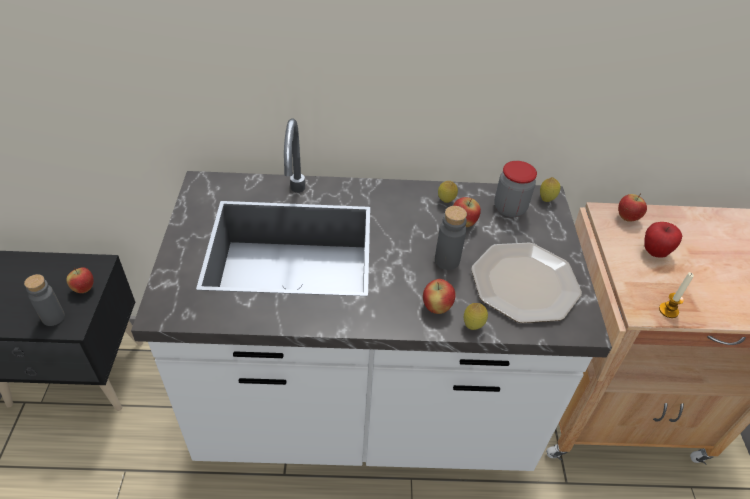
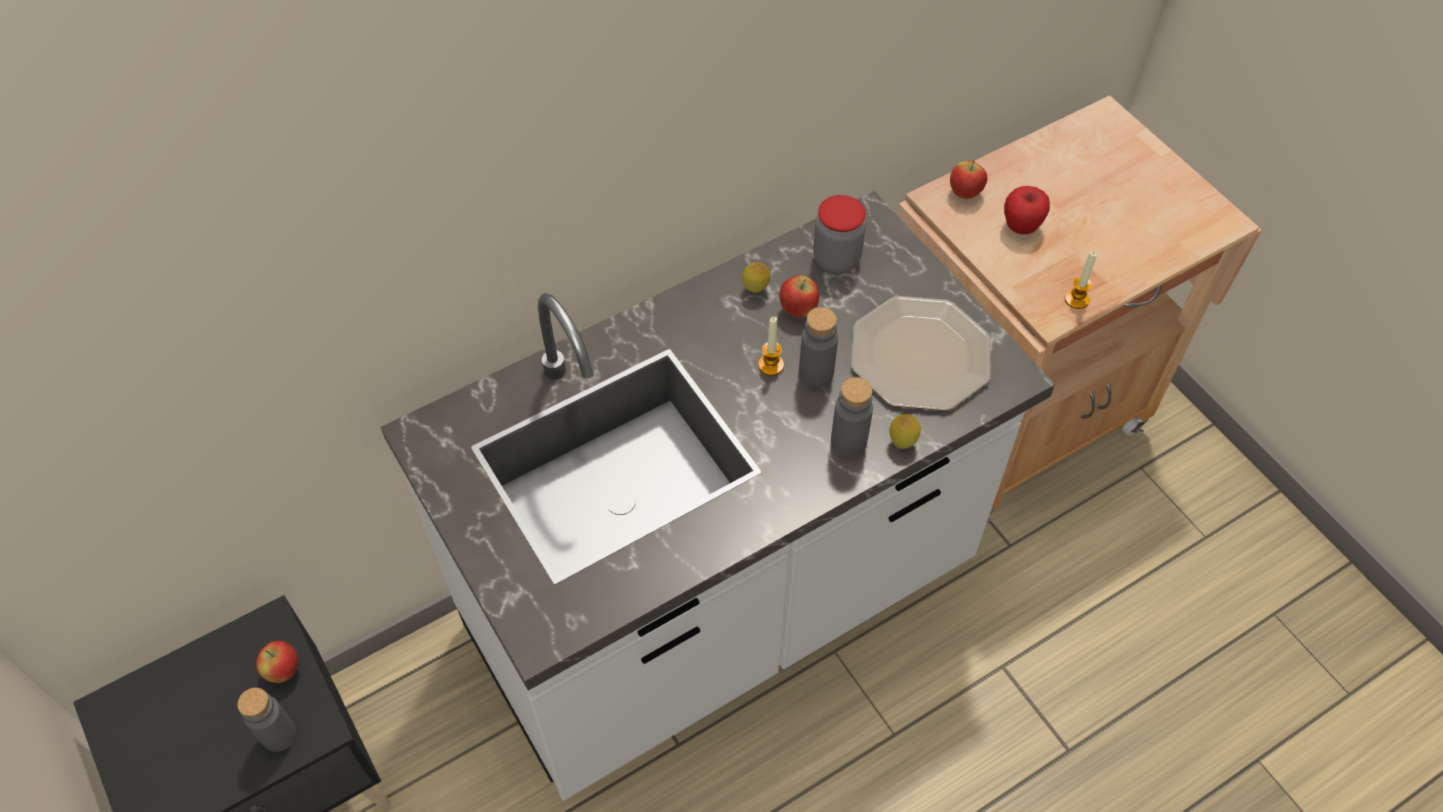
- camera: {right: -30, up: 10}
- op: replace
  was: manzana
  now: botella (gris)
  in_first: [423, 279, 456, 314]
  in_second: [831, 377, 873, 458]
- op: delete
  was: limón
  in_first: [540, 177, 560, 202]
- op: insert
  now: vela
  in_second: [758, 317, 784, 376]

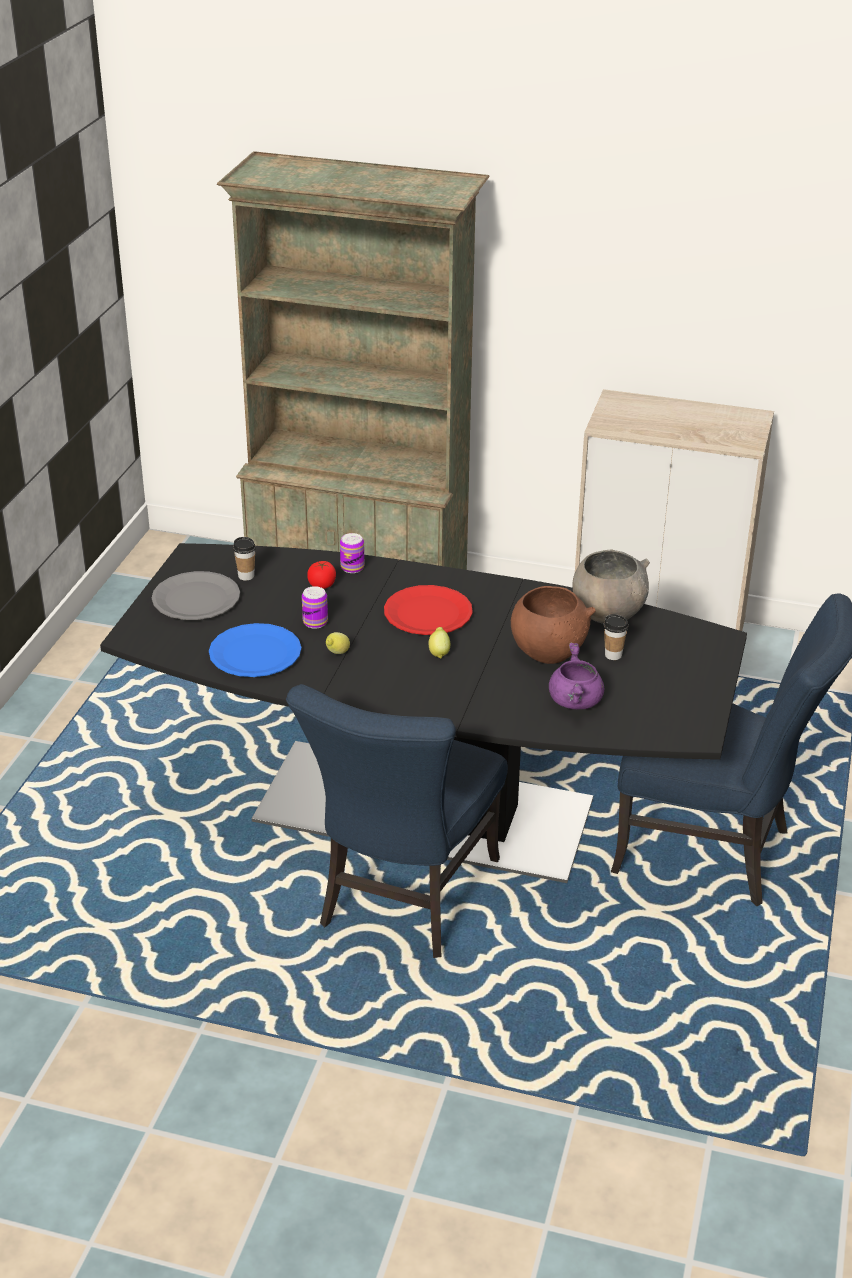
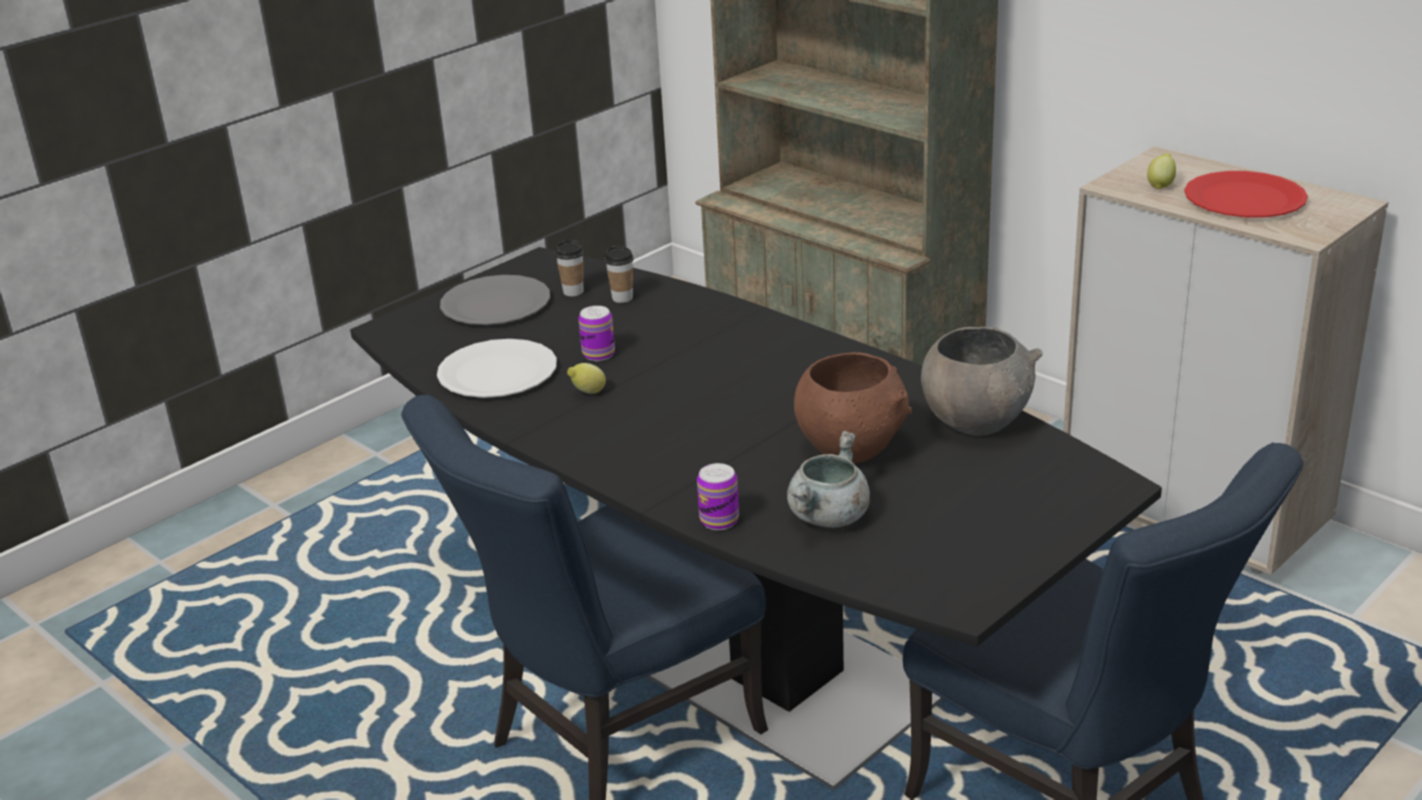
- camera: {right: 30, up: -5}
- op: recolor
  was: plato (azul)
  now: plato (blanco)
  in_first: [209, 623, 301, 677]
  in_second: [437, 339, 557, 398]
- op: delete
  was: tomate
  in_first: [307, 561, 336, 589]
- op: move
  was: lata
  in_first: [340, 533, 364, 573]
  in_second: [697, 463, 739, 530]
- op: move
  was: plato (rojo)
  in_first: [384, 585, 473, 635]
  in_second: [1184, 171, 1308, 217]
- op: move
  was: limón
  in_first: [428, 627, 450, 658]
  in_second: [1147, 153, 1176, 189]
- op: recolor
  was: olla (morado)
  now: olla (gris)
  in_first: [549, 643, 604, 709]
  in_second: [787, 431, 870, 528]
- op: move
  was: taza
  in_first: [604, 614, 628, 660]
  in_second: [605, 246, 634, 303]

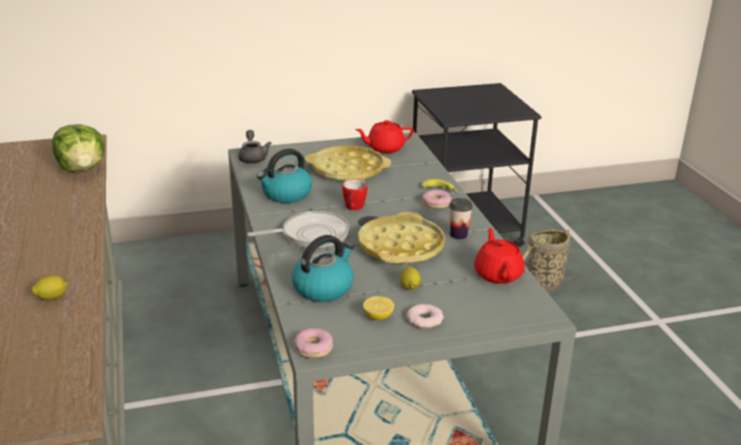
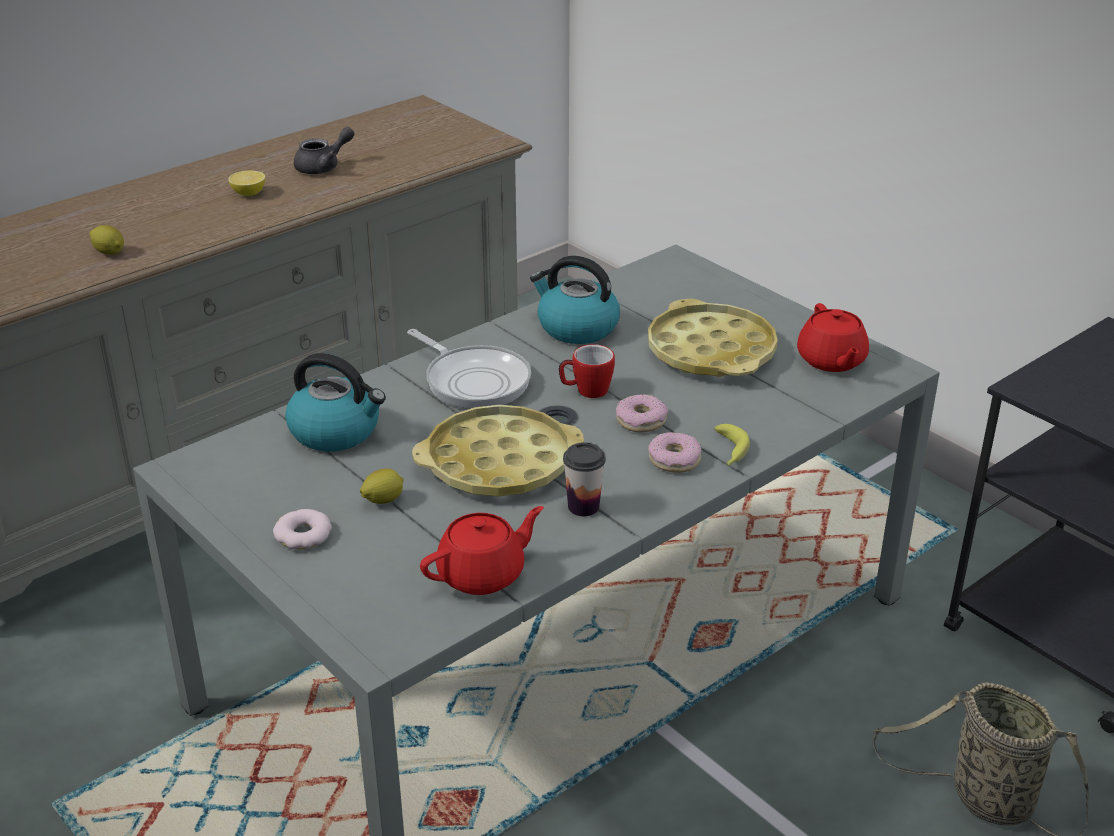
- camera: {right: 65, up: 5}
- op: delete
  was: lechuga
  in_first: [52, 124, 105, 173]
- op: move
  was: tetera (gris)
  in_first: [238, 130, 271, 164]
  in_second: [294, 127, 355, 174]
- op: move
  was: rosquilla
  in_first: [294, 328, 333, 358]
  in_second: [616, 394, 668, 432]
- op: rotate
  was: tetera (rojo)
  in_first: [355, 120, 414, 153]
  in_second: [797, 303, 869, 372]
  clockwise: -150
- op: move
  was: limón
  in_first: [363, 296, 394, 320]
  in_second: [228, 170, 265, 196]

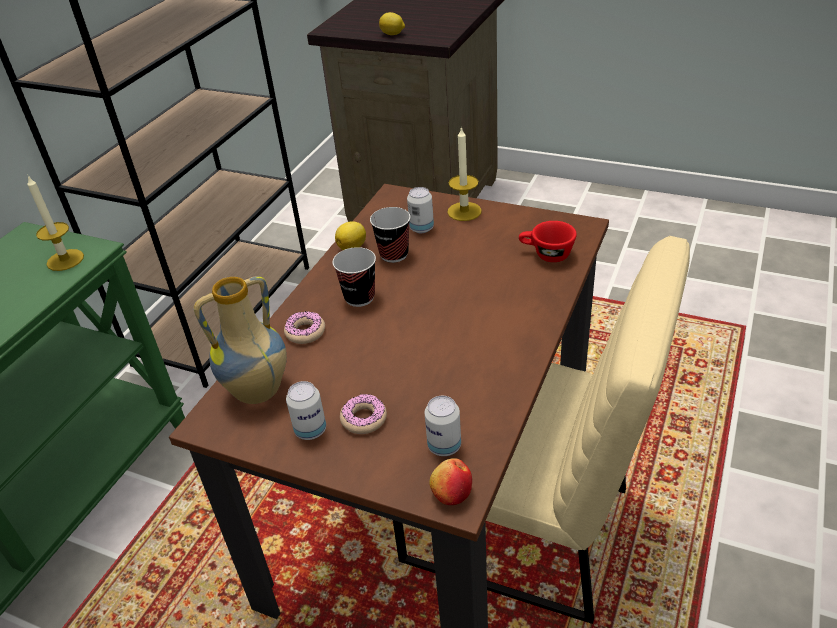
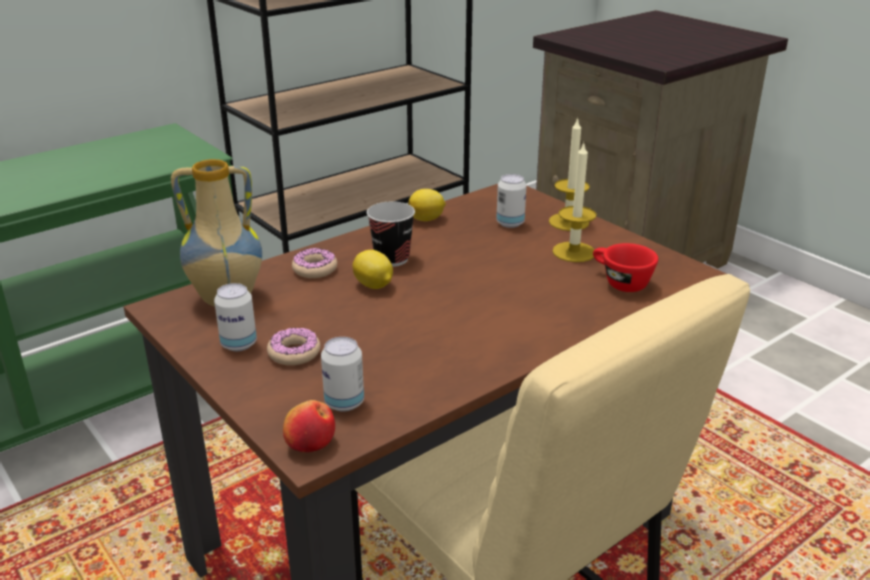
- camera: {right: 25, up: -10}
- op: move
  was: vela
  in_first: [27, 176, 84, 271]
  in_second: [552, 141, 596, 262]
- op: delete
  was: taza
  in_first: [370, 207, 410, 263]
- op: move
  was: limón
  in_first: [379, 12, 405, 35]
  in_second: [352, 250, 393, 289]

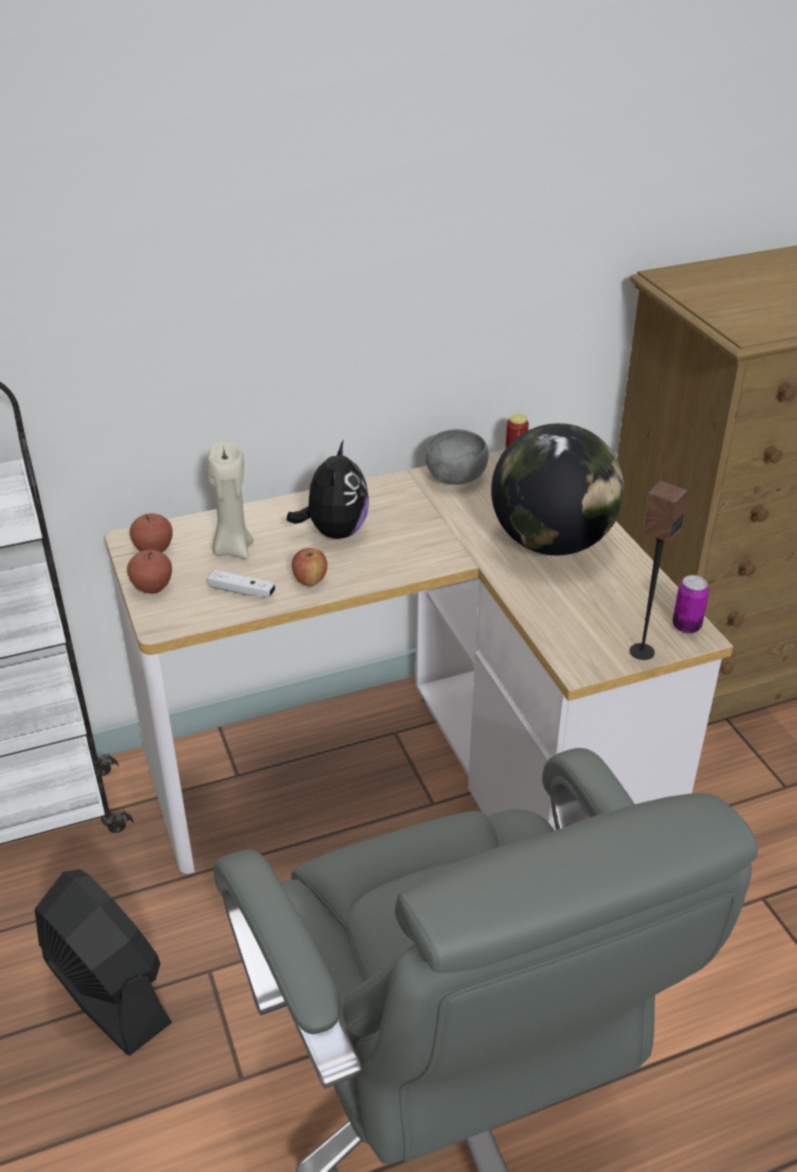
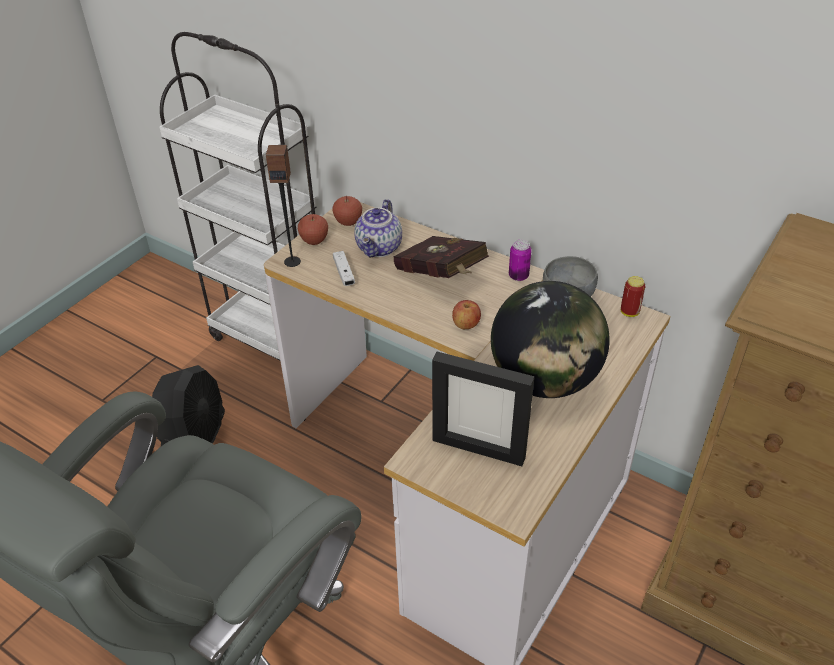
- camera: {right: 55, up: 5}
- op: replace
  was: vela (beis)
  now: tetera
  in_first: [207, 441, 253, 559]
  in_second: [354, 199, 402, 257]
- op: replace
  was: peluche
  now: libro (rojo)
  in_first: [287, 440, 369, 539]
  in_second: [393, 236, 489, 278]
- op: move
  was: manzana
  in_first: [292, 548, 327, 586]
  in_second: [452, 300, 481, 329]
- op: move
  was: altavoz
  in_first: [629, 481, 688, 660]
  in_second: [266, 145, 301, 267]
- op: move
  was: lata
  in_first: [672, 575, 709, 634]
  in_second: [509, 240, 532, 281]
- op: insert
  now: portarretratos
  in_second: [432, 352, 535, 466]

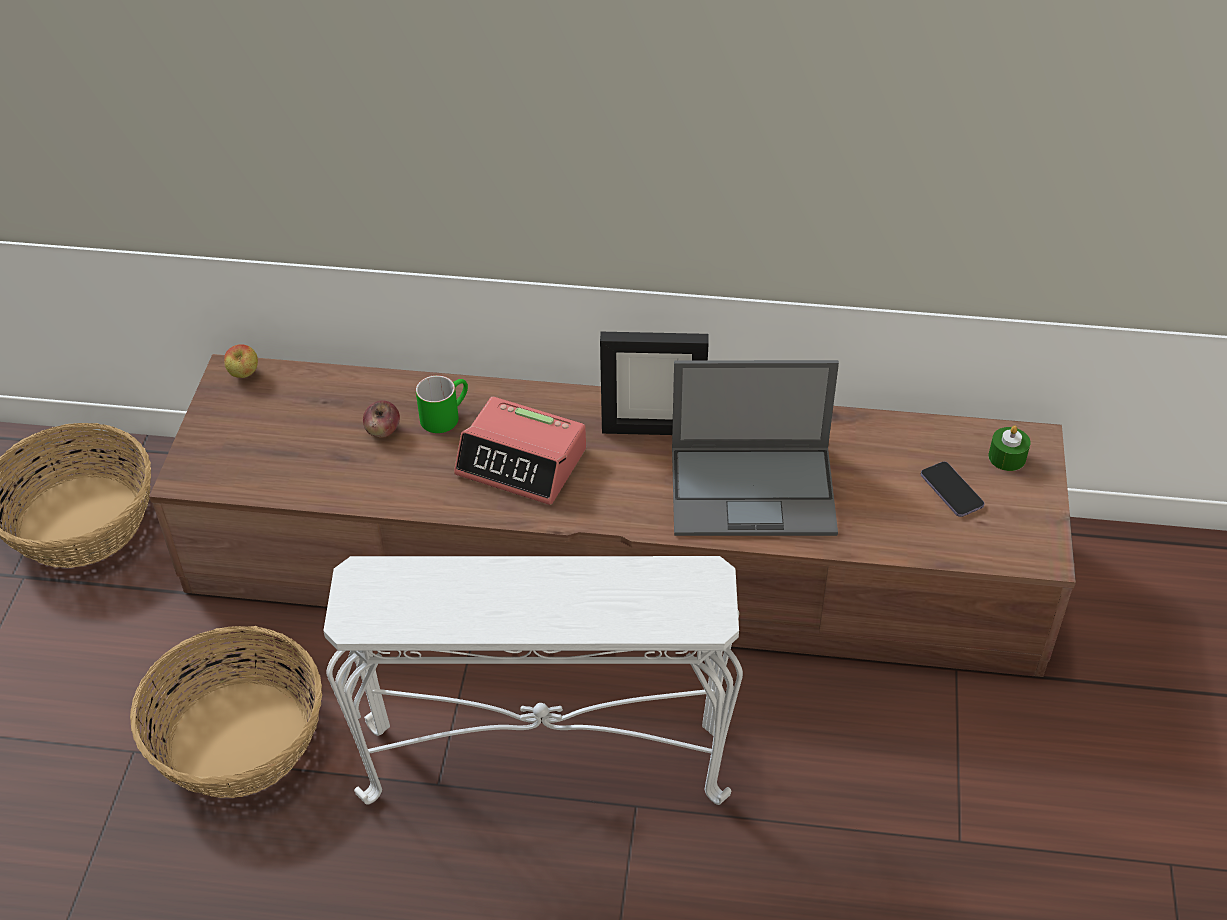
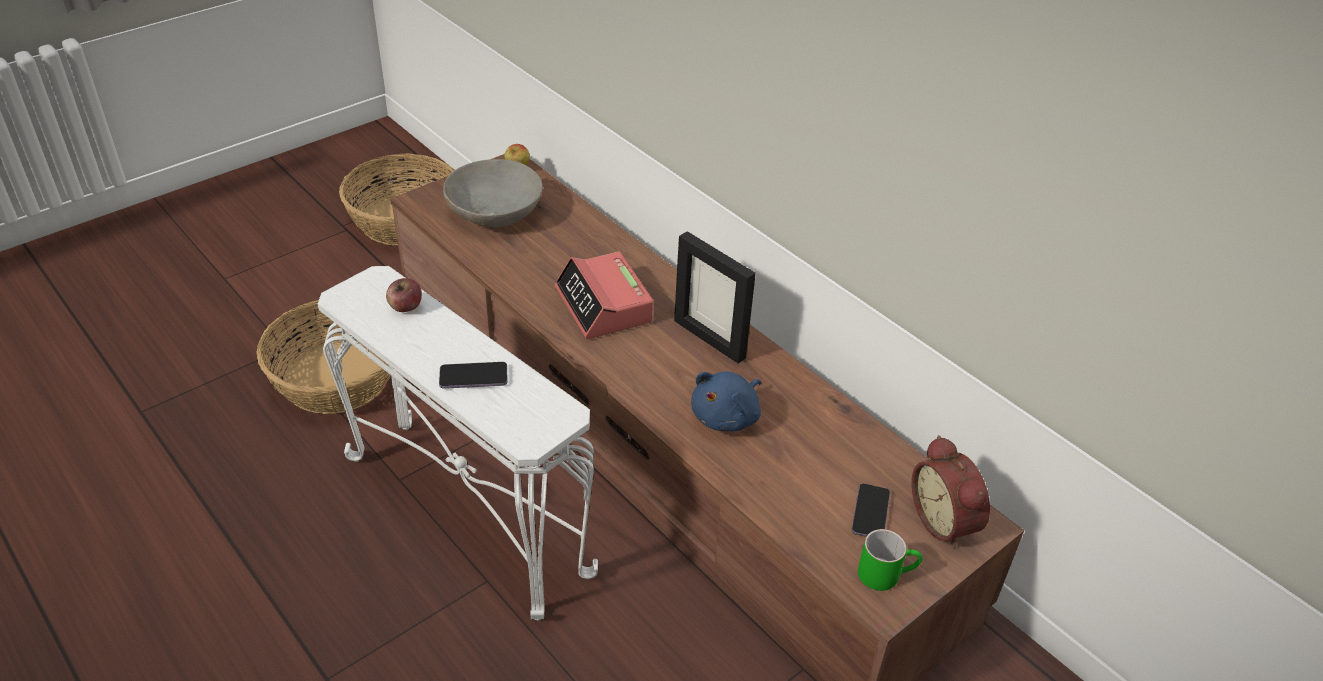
- camera: {right: 40, up: -5}
- op: move
  was: manzana
  in_first: [363, 400, 400, 438]
  in_second: [386, 278, 422, 312]
- op: move
  was: taza grande (verde)
  in_first: [416, 375, 468, 433]
  in_second: [858, 529, 922, 591]
- op: replace
  was: portátil
  now: peluche (azul)
  in_first: [672, 360, 839, 536]
  in_second: [691, 371, 761, 431]
- op: replace
  was: vela (verde)
  now: despertador
  in_first: [988, 426, 1030, 471]
  in_second: [911, 435, 990, 549]
- op: insert
  now: móvil
  in_second: [439, 362, 507, 389]
- op: insert
  now: cuenco (gris)
  in_second: [443, 159, 543, 227]

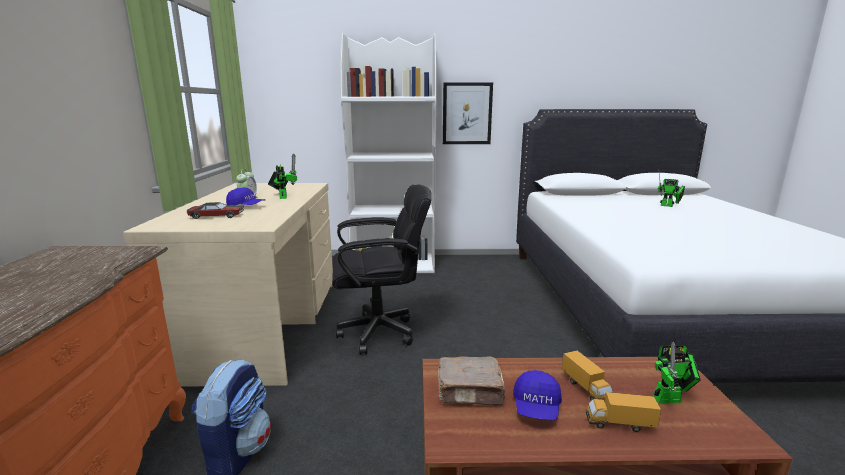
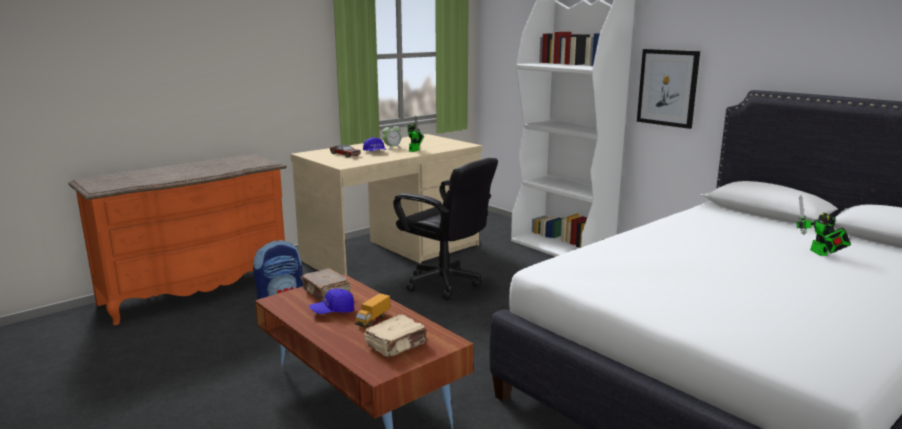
- camera: {right: 50, up: 0}
- op: delete
  was: camión de juguete
  in_first: [586, 392, 661, 432]
- op: replace
  was: robot de juguete
  now: libro (beis)
  in_first: [653, 342, 701, 403]
  in_second: [364, 314, 427, 357]

